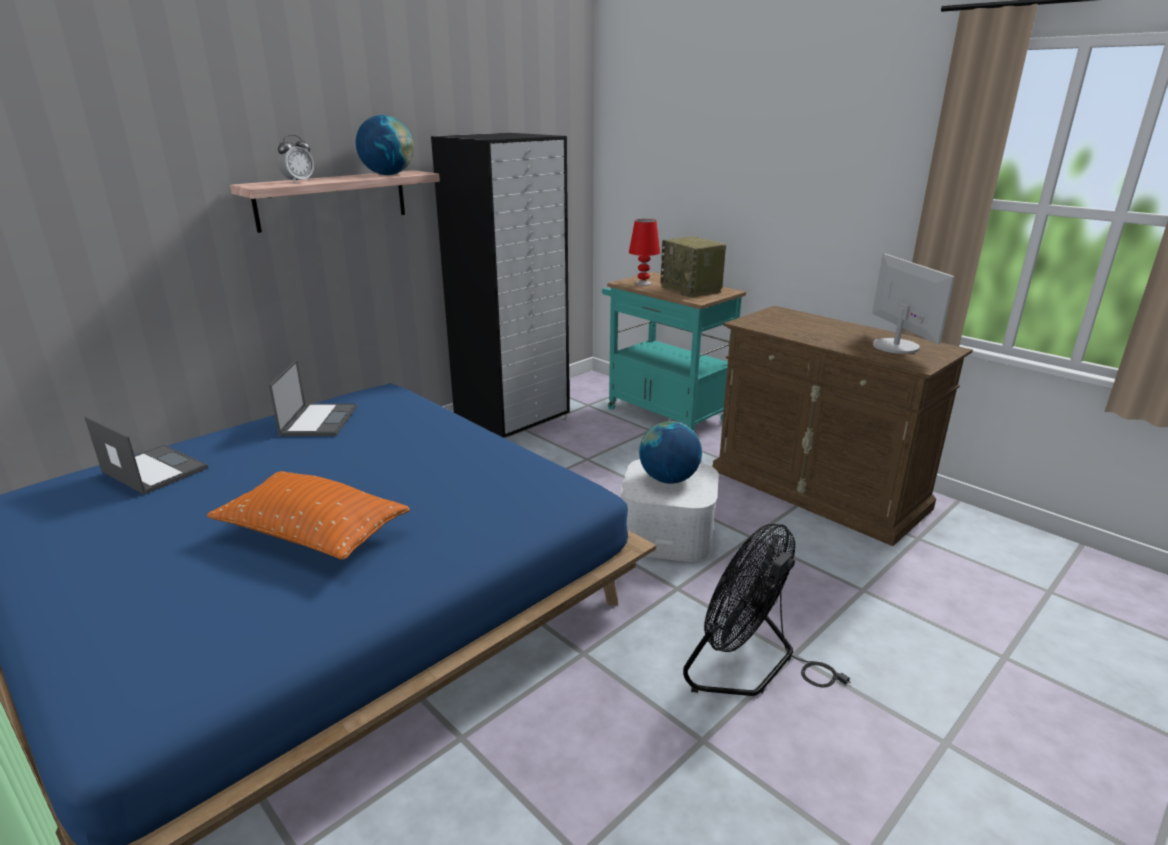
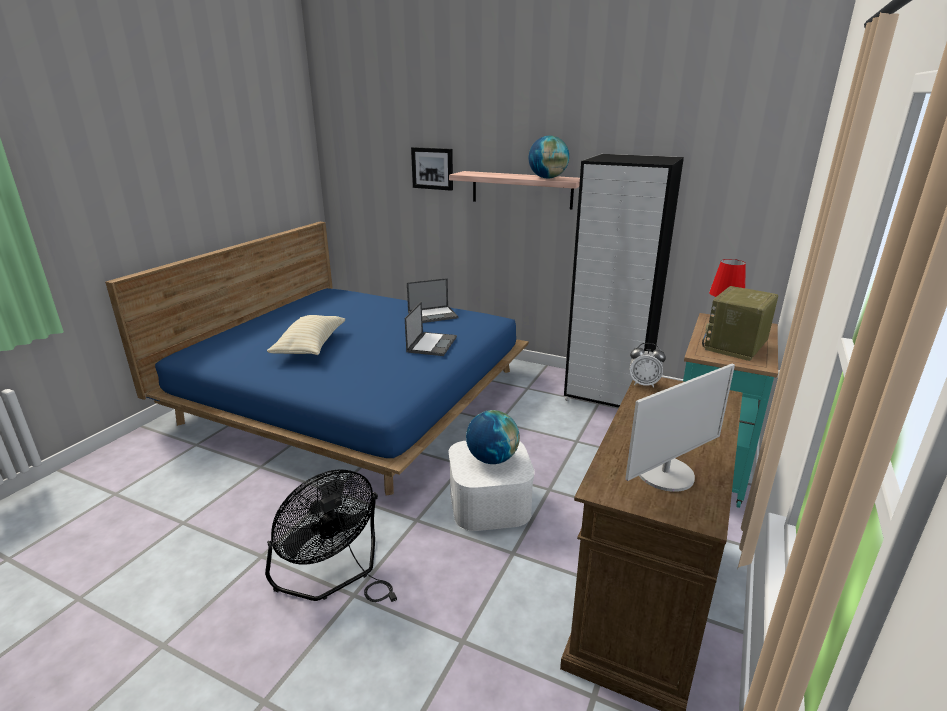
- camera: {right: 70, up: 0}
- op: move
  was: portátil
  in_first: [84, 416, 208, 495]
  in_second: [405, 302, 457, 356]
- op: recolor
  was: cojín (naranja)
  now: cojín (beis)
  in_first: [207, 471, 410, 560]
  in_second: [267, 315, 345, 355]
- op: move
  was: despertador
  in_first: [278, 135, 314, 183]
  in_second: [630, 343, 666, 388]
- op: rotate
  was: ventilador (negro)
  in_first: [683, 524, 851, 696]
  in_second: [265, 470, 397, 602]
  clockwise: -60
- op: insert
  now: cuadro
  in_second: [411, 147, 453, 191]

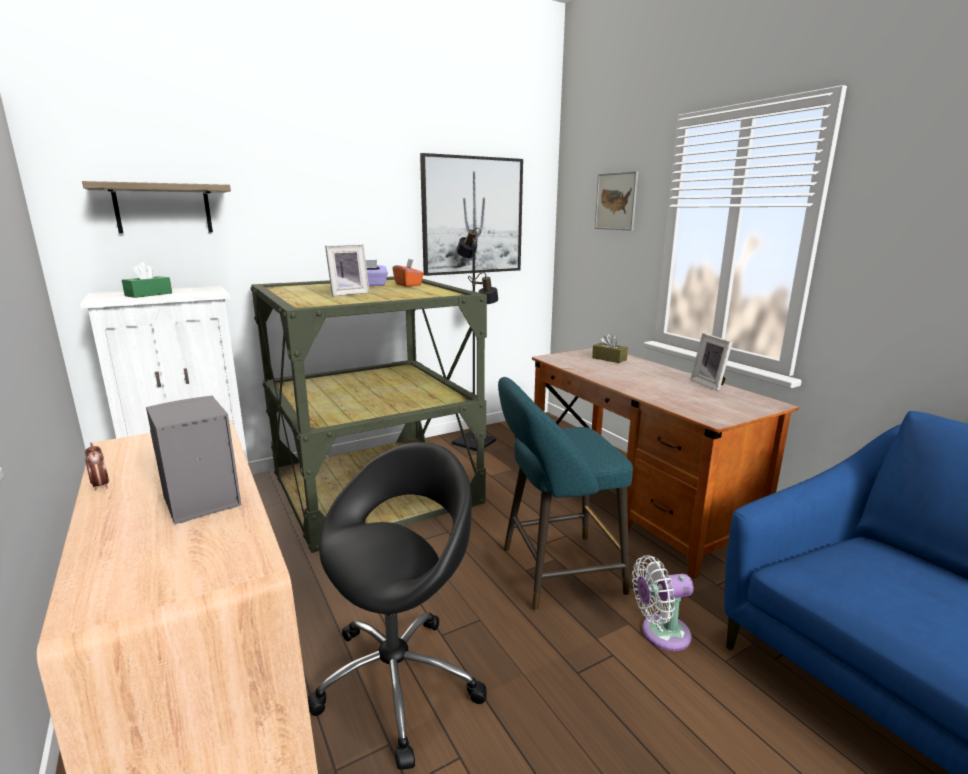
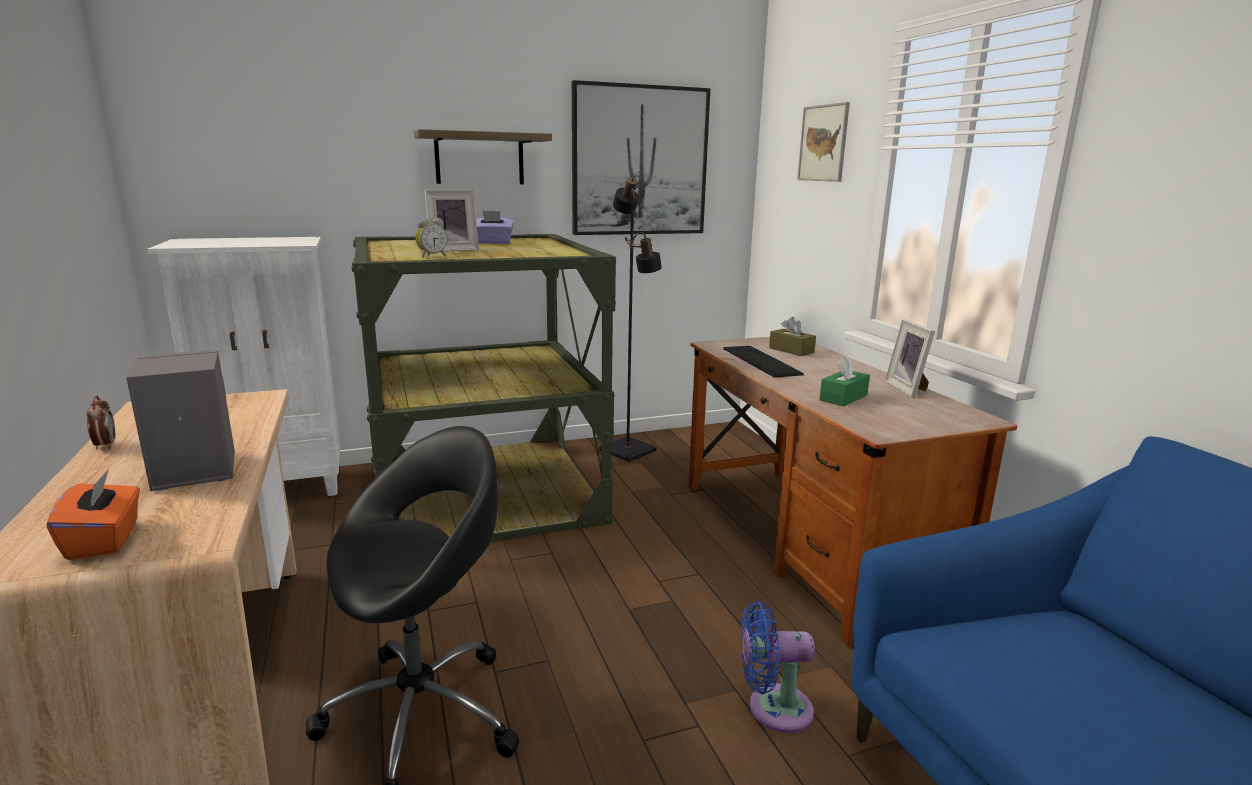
- camera: {right: 10, up: 0}
- op: move
  was: estante
  in_first: [82, 181, 231, 234]
  in_second: [414, 129, 552, 184]
- op: move
  was: caja de pañuelos (verde)
  in_first: [122, 262, 172, 298]
  in_second: [819, 356, 870, 406]
- op: move
  was: caja de pañuelos (naranja)
  in_first: [392, 259, 424, 287]
  in_second: [47, 469, 140, 560]
- op: delete
  was: taburete (turquesa)
  in_first: [498, 377, 633, 611]
- op: recolor
  was: ventilador (blanco)
  now: ventilador (azul)
  in_first: [632, 555, 694, 651]
  in_second: [741, 601, 815, 733]
- op: insert
  now: despertador
  in_second: [415, 218, 447, 258]
- op: insert
  now: teclado
  in_second: [723, 346, 804, 378]

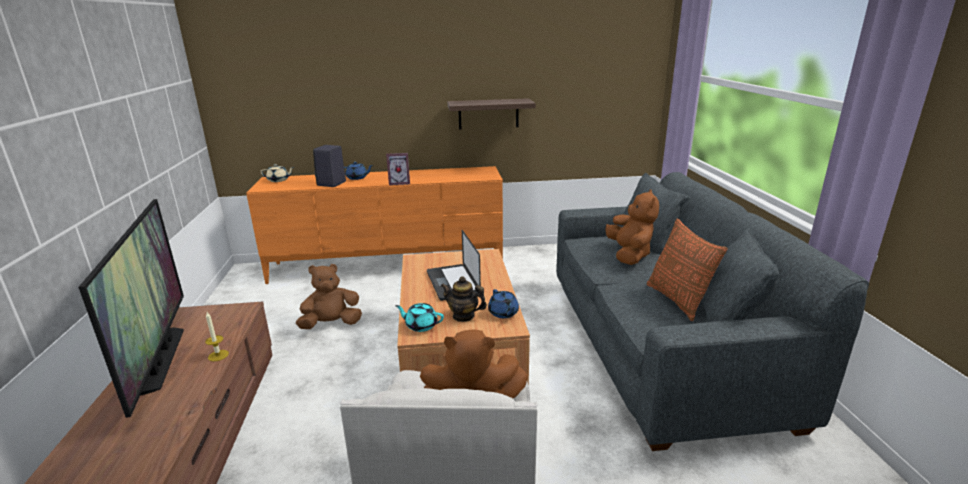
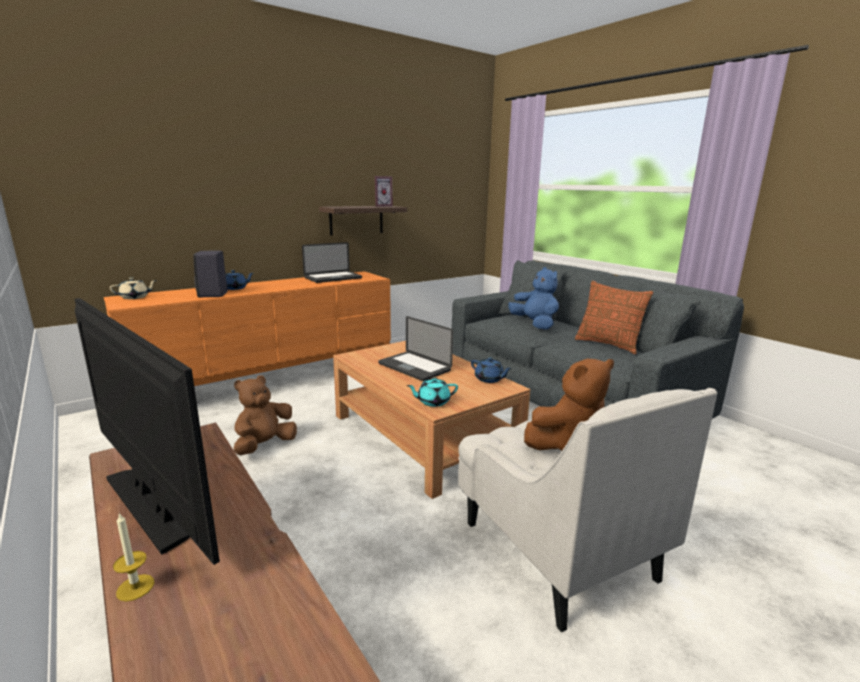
- camera: {right: -30, up: -5}
- op: move
  was: vela
  in_first: [205, 312, 229, 362]
  in_second: [113, 513, 155, 601]
- op: move
  was: portarretratos
  in_first: [386, 153, 410, 185]
  in_second: [375, 176, 393, 207]
- op: delete
  was: tetera
  in_first: [441, 276, 487, 322]
- op: recolor
  was: peluche (marrón)
  now: peluche (azul)
  in_first: [605, 189, 659, 265]
  in_second: [508, 267, 559, 329]
- op: insert
  now: portátil
  in_second: [302, 242, 362, 283]

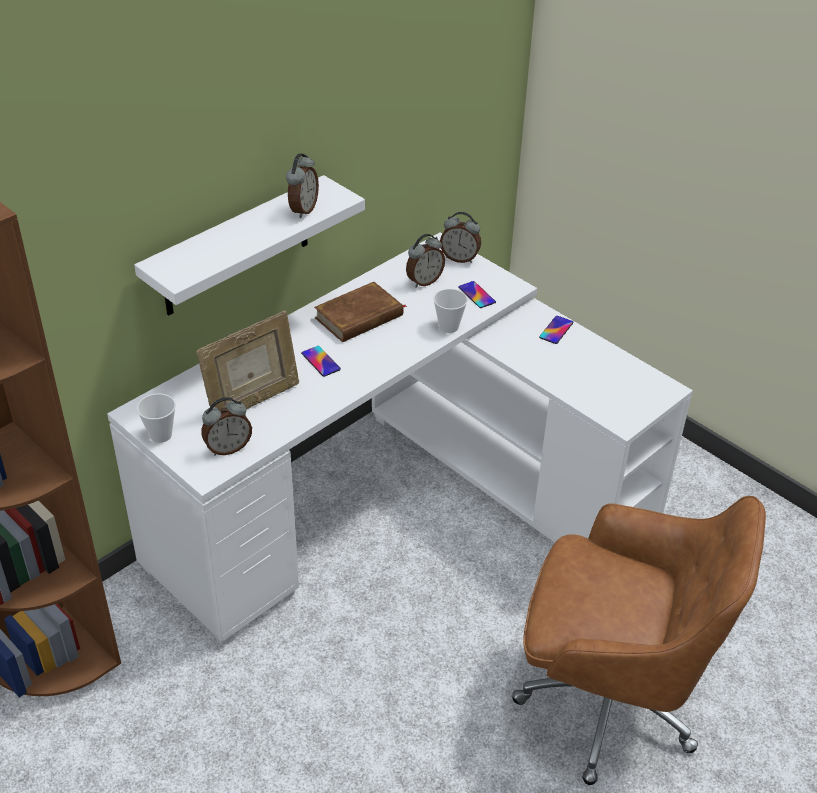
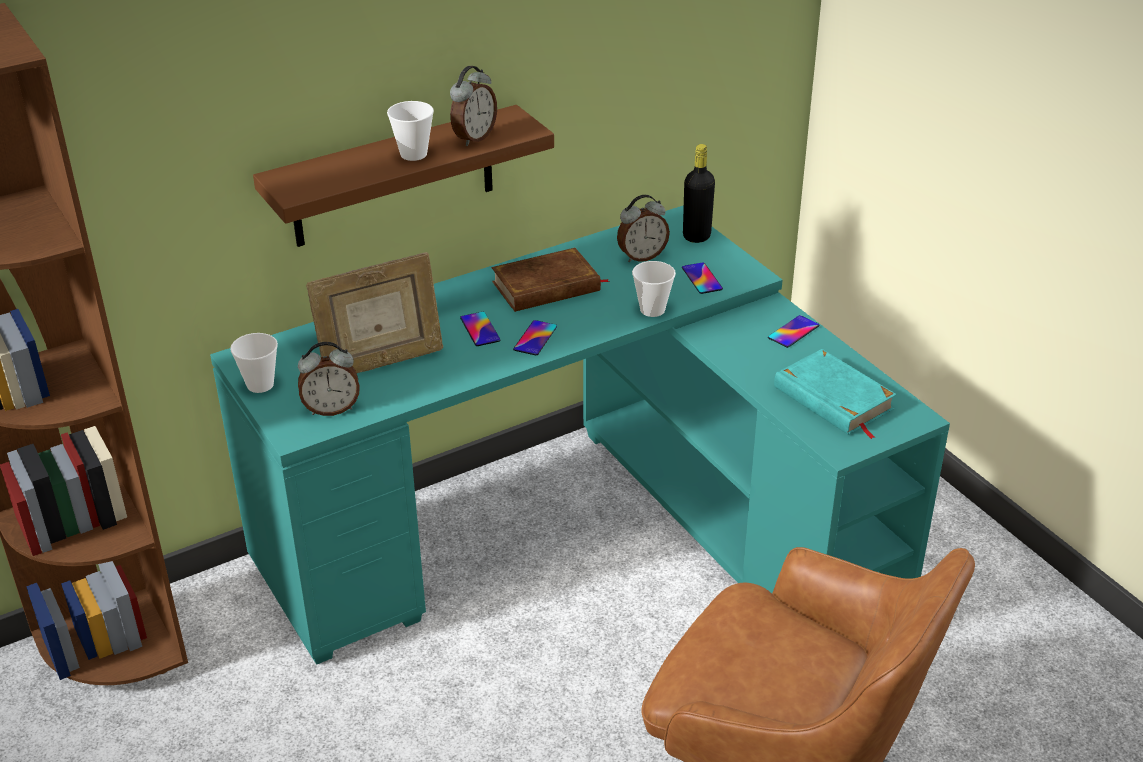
- camera: {right: 15, up: -5}
- op: recolor
  was: escritorio (blanco)
  now: escritorio (turquesa)
  in_first: [107, 232, 693, 645]
  in_second: [210, 205, 950, 665]
- op: recolor
  was: estante (blanco)
  now: estante (marrón)
  in_first: [134, 175, 365, 316]
  in_second: [253, 105, 554, 247]
- op: replace
  was: despertador
  now: botella (negro)
  in_first: [440, 212, 481, 263]
  in_second: [683, 144, 715, 243]
- op: insert
  now: taza
  in_second: [387, 101, 434, 161]
- op: insert
  now: móvil
  in_second: [513, 320, 557, 355]
- op: insert
  now: libro (turquesa)
  in_second: [774, 349, 897, 439]

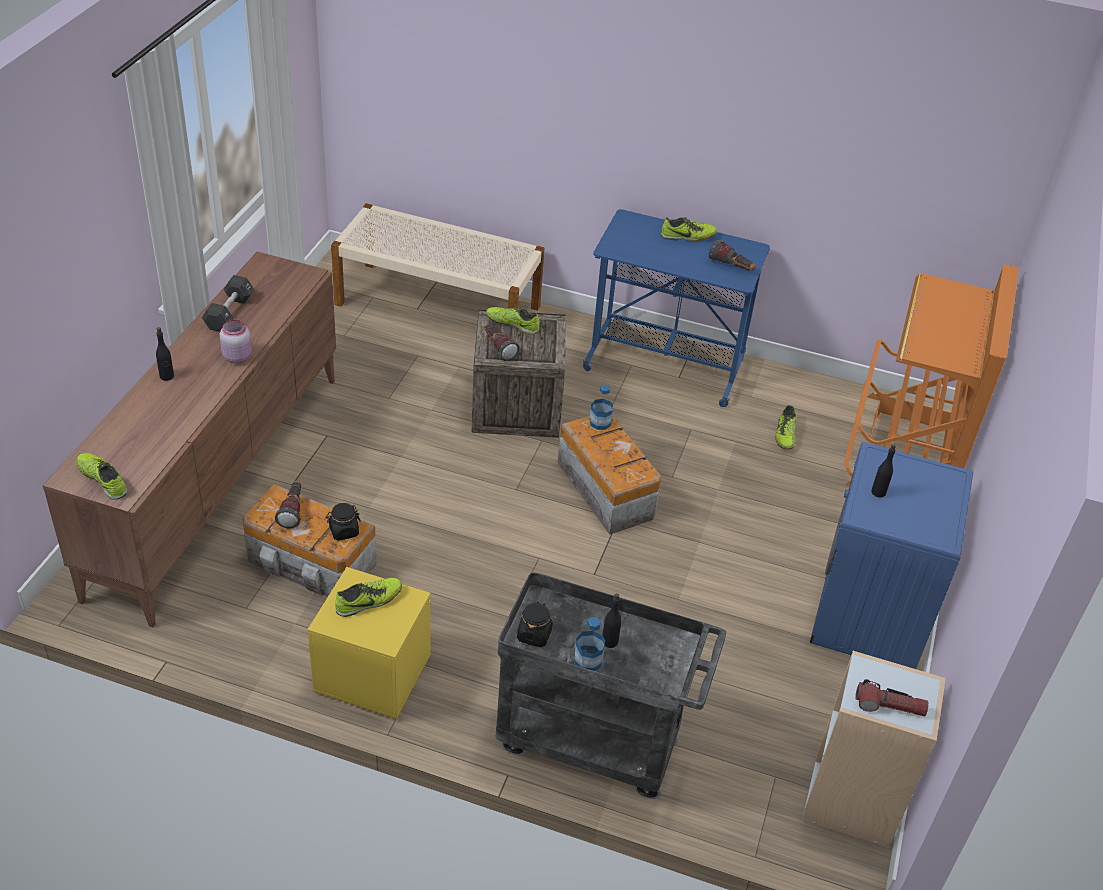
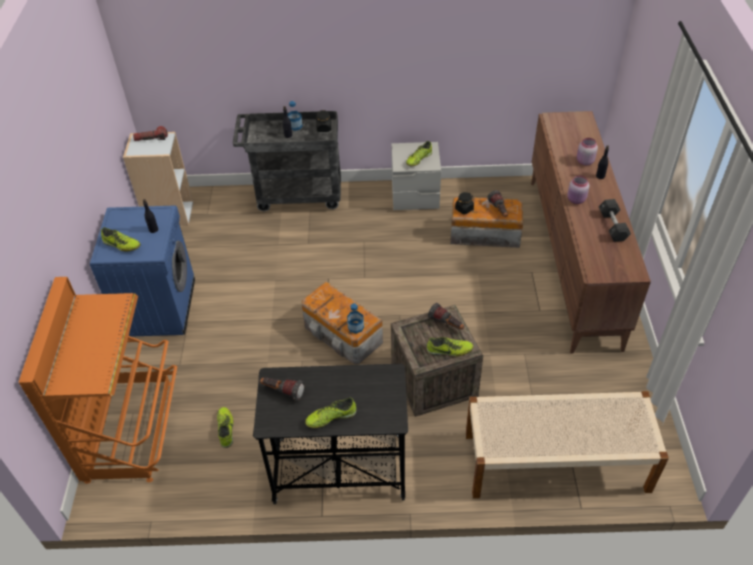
- camera: {right: 165, up: 5}
- op: move
  was: zapato
  in_first: [76, 453, 128, 500]
  in_second: [101, 227, 141, 251]
- op: recolor
  was: mesita de noche (amarillo)
  now: mesita de noche (blanco)
  in_first: [308, 567, 431, 719]
  in_second: [391, 142, 441, 210]
- op: recolor
  was: escritorio (azul)
  now: escritorio (negro)
  in_first: [583, 209, 770, 407]
  in_second: [253, 364, 408, 504]
- op: insert
  now: tarro (rosa)
  in_second: [577, 138, 598, 165]

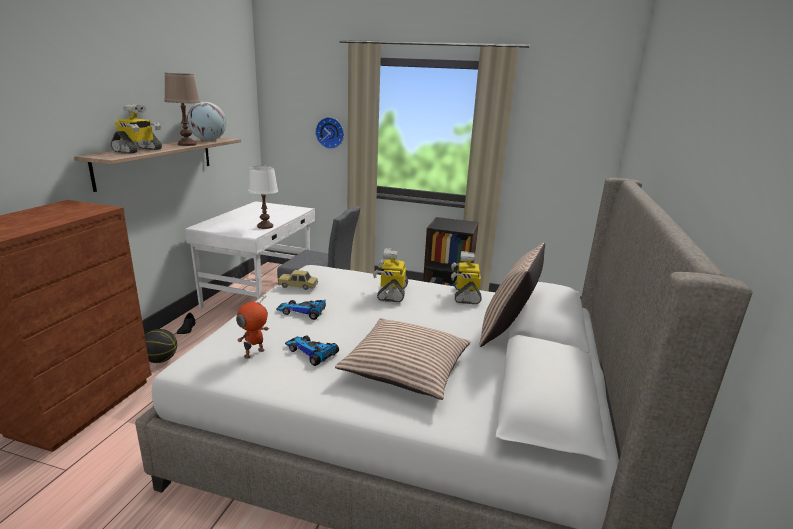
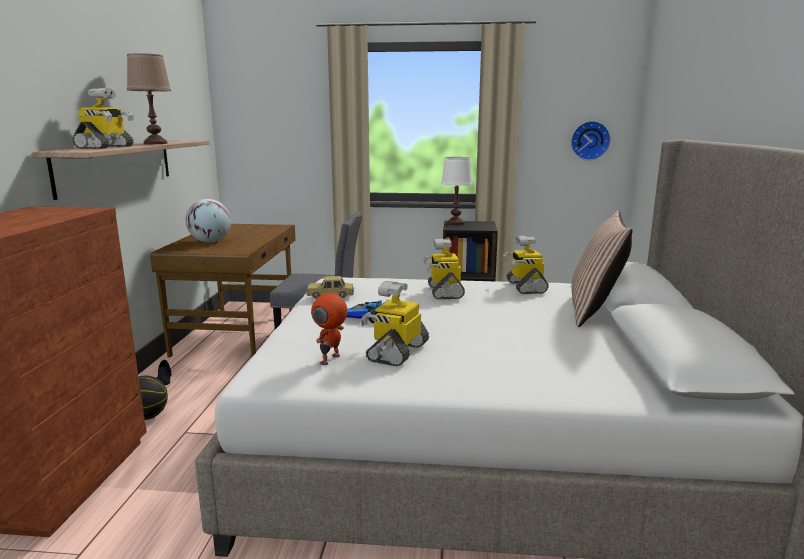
- camera: {right: -10, up: -5}
- op: recolor
  was: escritorio (blanco)
  now: escritorio (marrón)
  in_first: [185, 201, 315, 309]
  in_second: [150, 224, 296, 358]
- op: move
  was: globo terráqueo
  in_first: [187, 102, 226, 141]
  in_second: [186, 199, 231, 242]
- op: move
  was: lámpara de mesa (blanco)
  in_first: [248, 166, 278, 229]
  in_second: [441, 157, 473, 225]
- op: replace
  was: coche de juguete
  now: robot de juguete
  in_first: [285, 335, 339, 366]
  in_second: [360, 281, 429, 366]
- op: move
  was: reloj de pared
  in_first: [315, 117, 344, 149]
  in_second: [571, 121, 611, 161]
- op: delete
  was: cojín
  in_first: [335, 318, 471, 400]

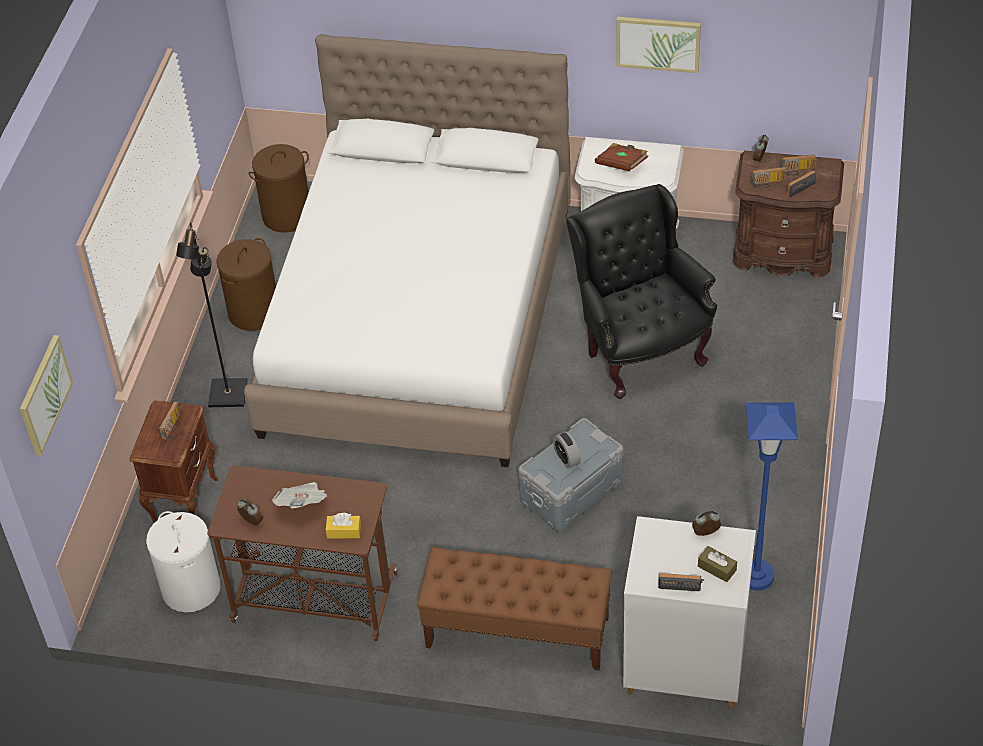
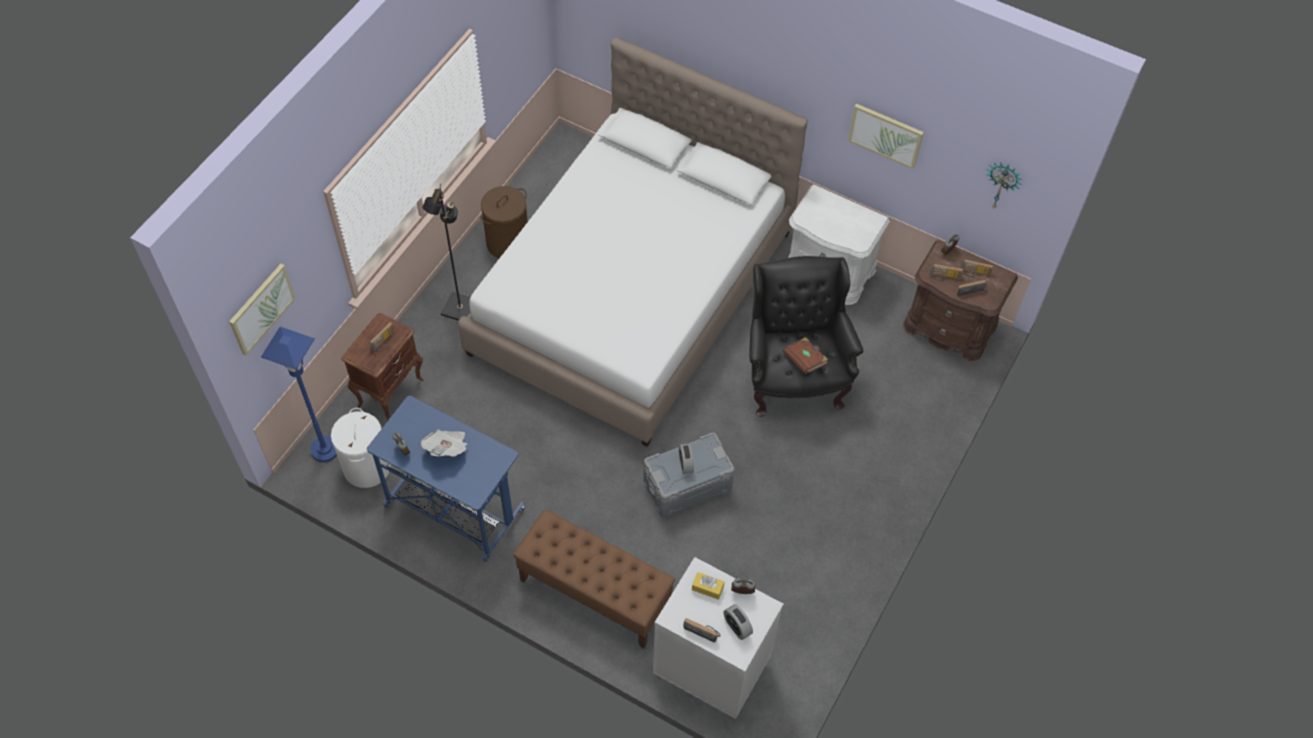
- camera: {right: 15, up: 10}
- op: recolor
  was: escritorio (marrón)
  now: escritorio (azul)
  in_first: [207, 465, 397, 641]
  in_second: [367, 396, 524, 562]
- op: delete
  was: cesto de la ropa (marrón)
  in_first: [248, 144, 309, 233]
- op: move
  was: caja de pañuelos (amarillo)
  in_first: [326, 513, 361, 538]
  in_second: [692, 572, 724, 600]
- op: move
  was: libro (marrón)
  in_first: [595, 143, 648, 171]
  in_second: [783, 337, 828, 374]
- op: replace
  was: caja de pañuelos (marrón)
  now: despertador
  in_first: [698, 546, 737, 582]
  in_second: [724, 604, 753, 640]
- op: move
  was: lámpara de pie (azul)
  in_first: [746, 402, 798, 591]
  in_second: [261, 327, 337, 462]
- op: insert
  now: reloj de pared
  in_second: [986, 163, 1023, 209]

